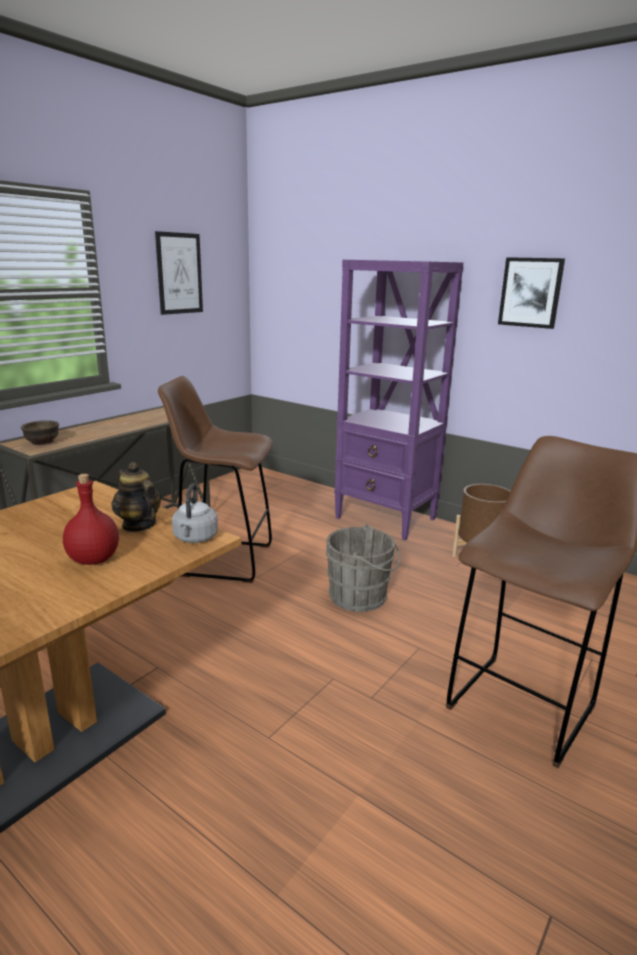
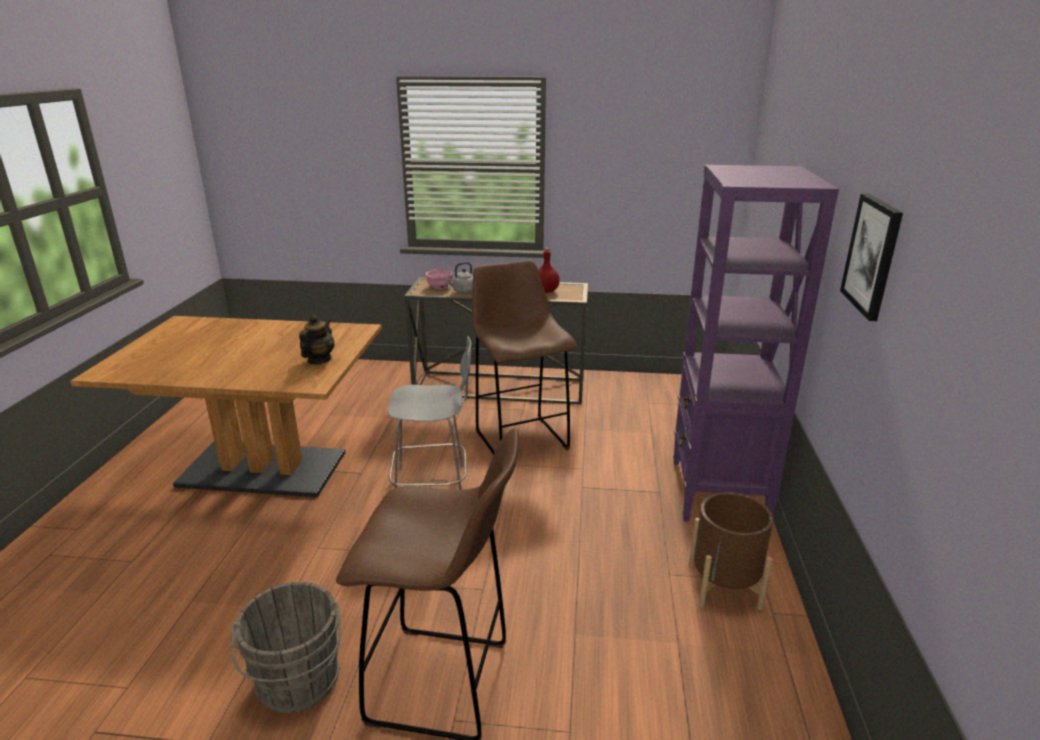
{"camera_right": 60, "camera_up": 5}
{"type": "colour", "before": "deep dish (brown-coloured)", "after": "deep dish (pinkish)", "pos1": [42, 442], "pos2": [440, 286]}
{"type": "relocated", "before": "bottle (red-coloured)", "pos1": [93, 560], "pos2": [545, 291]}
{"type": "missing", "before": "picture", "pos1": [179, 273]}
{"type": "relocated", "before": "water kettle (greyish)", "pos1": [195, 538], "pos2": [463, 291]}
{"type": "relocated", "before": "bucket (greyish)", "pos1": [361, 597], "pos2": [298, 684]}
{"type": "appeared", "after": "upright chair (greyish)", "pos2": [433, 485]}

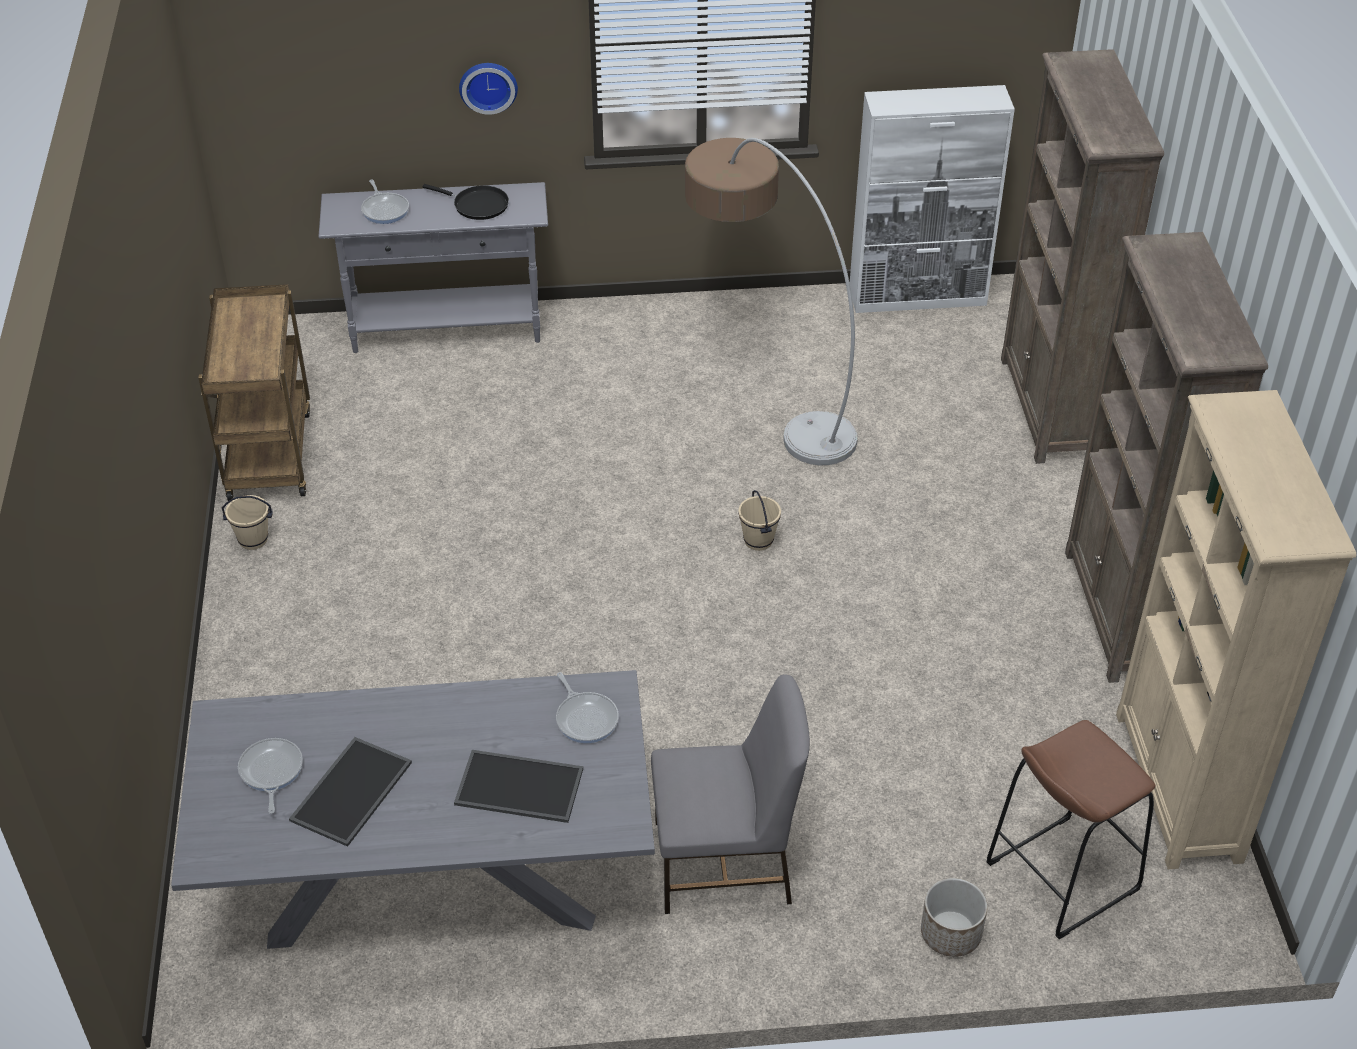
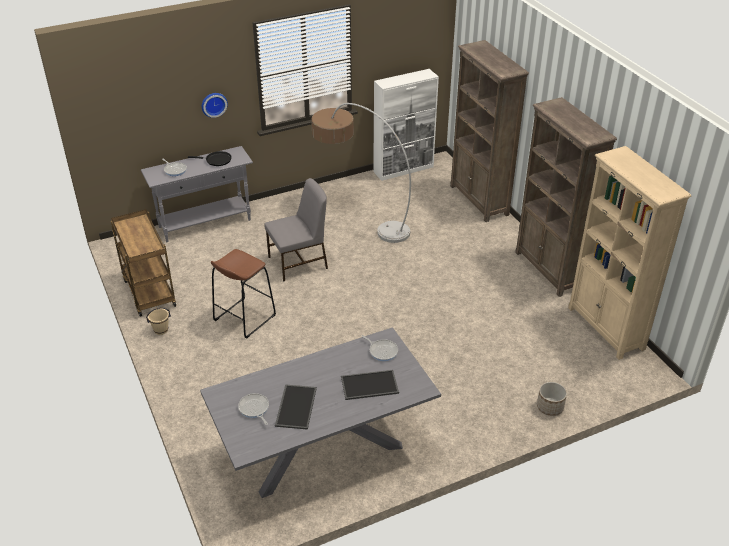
{"camera_right": -20, "camera_up": -5}
{"type": "relocated", "before": "upright chair (greyish)", "pos1": [725, 862], "pos2": [299, 262]}
{"type": "missing", "before": "bucket (beige-coloured)", "pos1": [759, 541]}
{"type": "relocated", "before": "sitting stool (brown-coloured)", "pos1": [1061, 876], "pos2": [244, 318]}

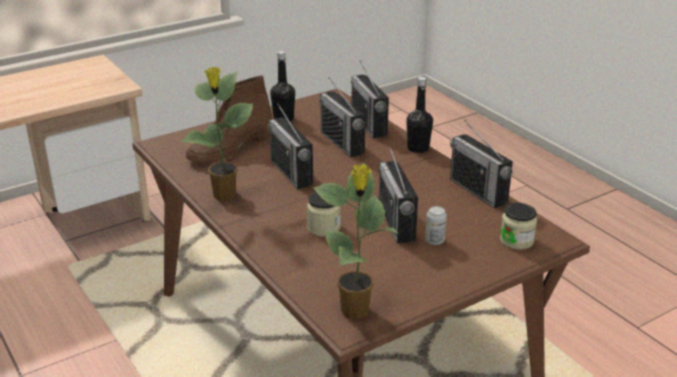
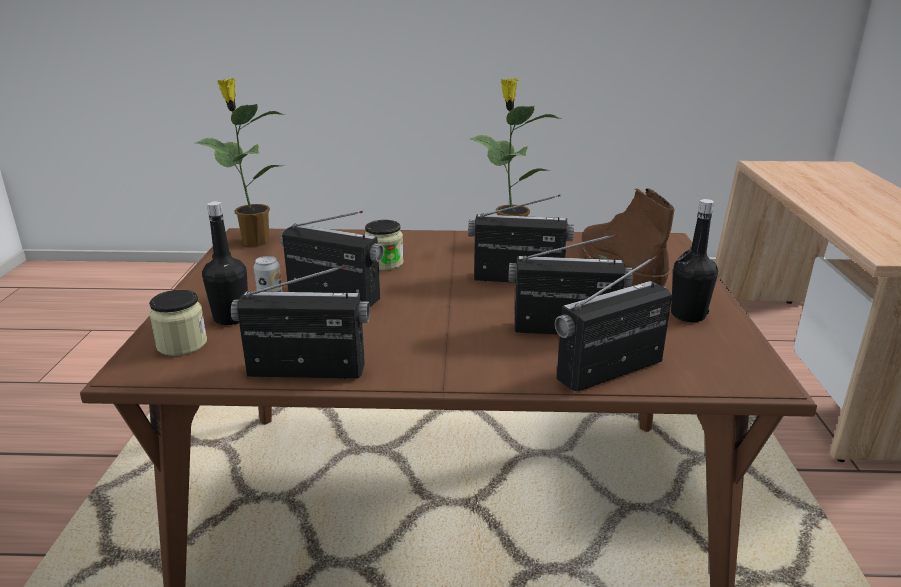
{"camera_right": 125, "camera_up": -5}
{"type": "spun", "before": "radio receiver", "pos1": [369, 124], "pos2": [610, 370], "turn": -45}
{"type": "relocated", "before": "bottle (black-coloured)", "pos1": [418, 148], "pos2": [231, 318]}

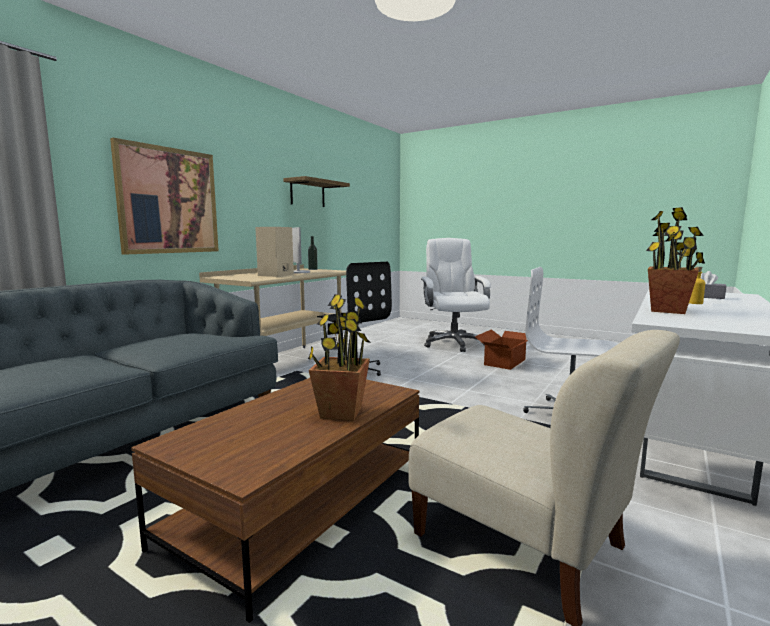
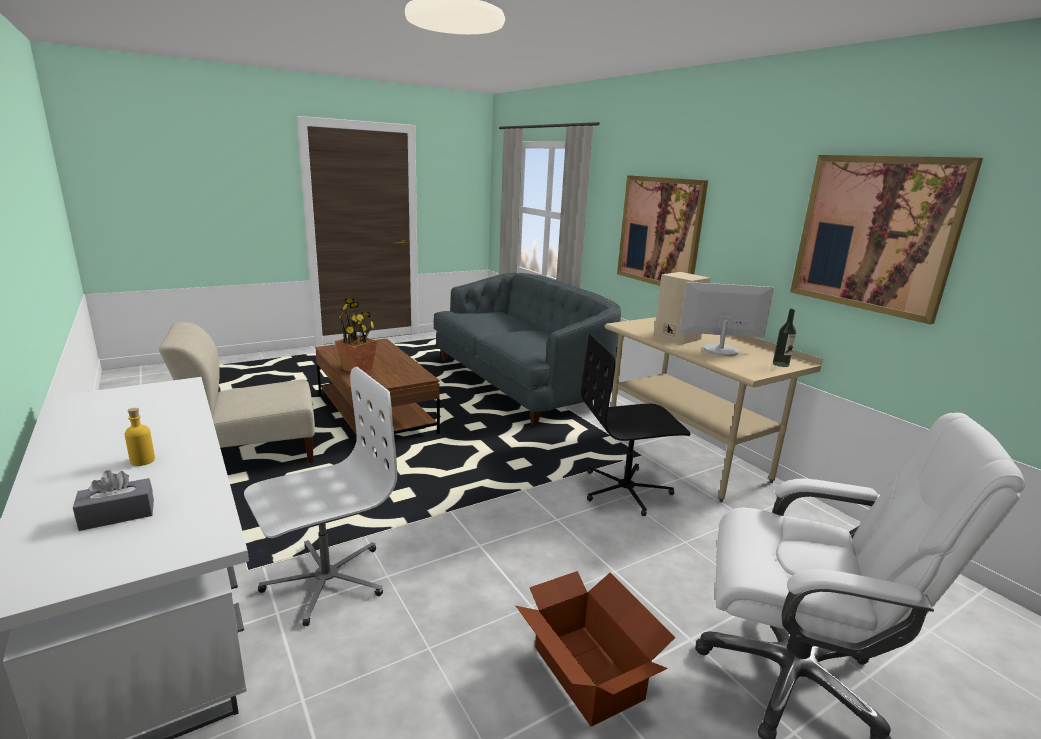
{"camera_right": 115, "camera_up": 10}
{"type": "exchanged", "before": "bracket shelf", "after": "picture", "pos1": [307, 193], "pos2": [875, 234]}
{"type": "missing", "before": "potted plant", "pos1": [668, 310]}

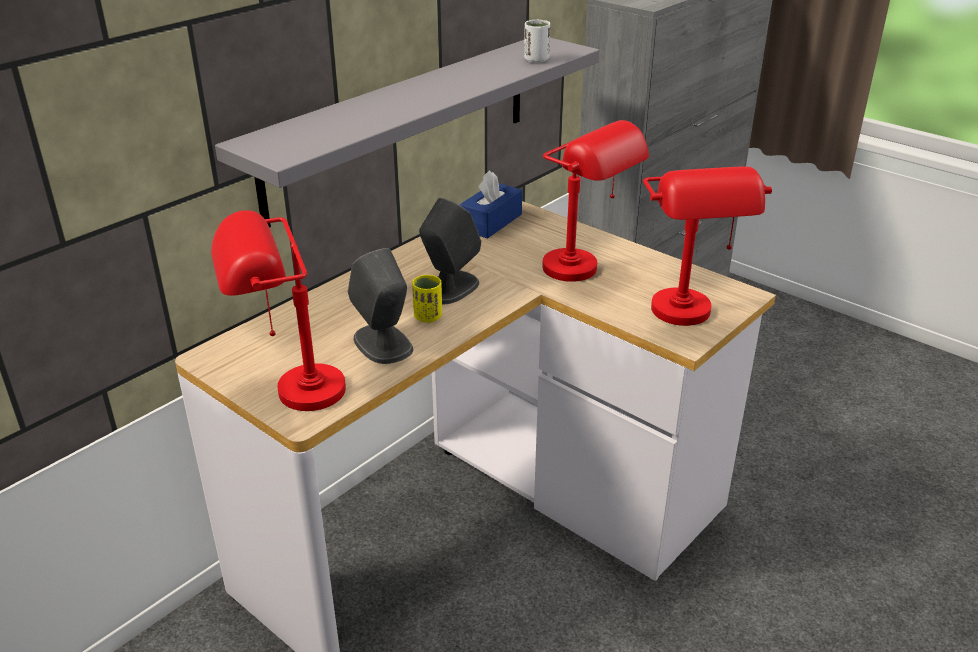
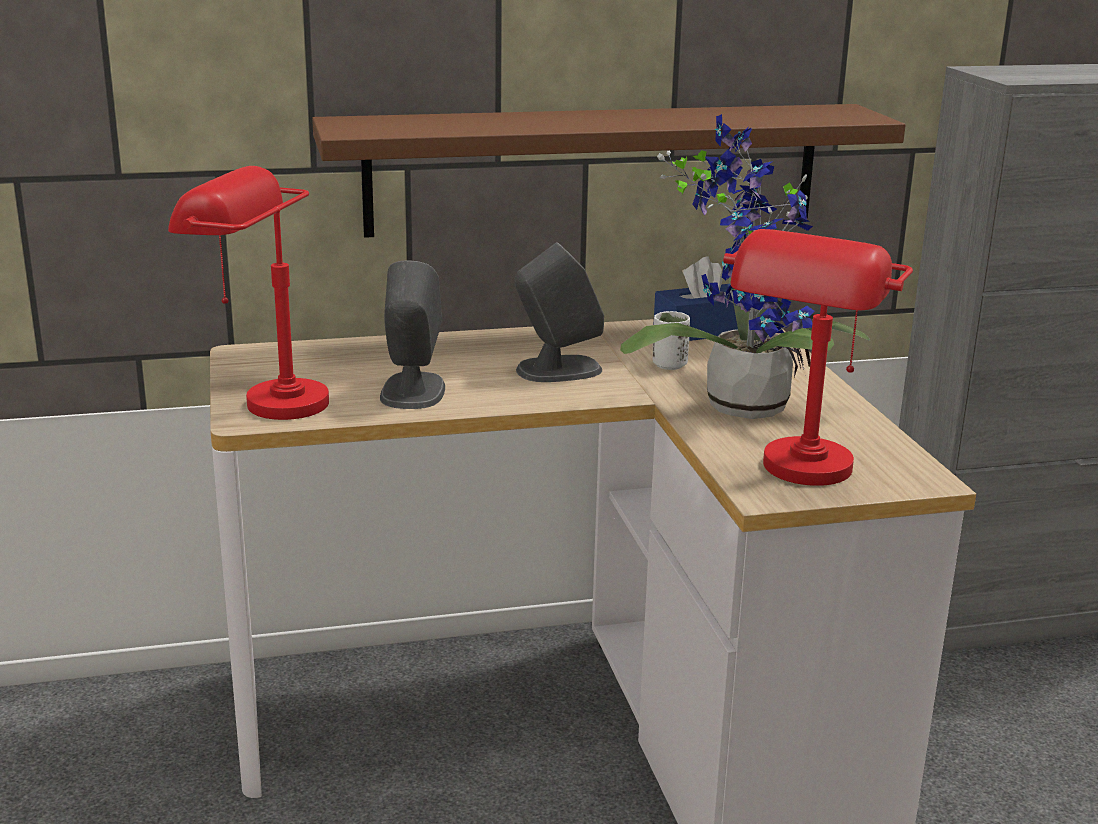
{"camera_right": 35, "camera_up": -10}
{"type": "colour", "before": "bracket shelf (greyish)", "after": "bracket shelf (brown-coloured)", "pos1": [402, 126], "pos2": [595, 169]}
{"type": "missing", "before": "small cup (yellow-coloured)", "pos1": [428, 317]}
{"type": "relocated", "before": "small cup (whitish)", "pos1": [536, 60], "pos2": [669, 365]}
{"type": "exchanged", "before": "tabletop lamp (red-coloured)", "after": "potted plant", "pos1": [586, 274], "pos2": [740, 402]}

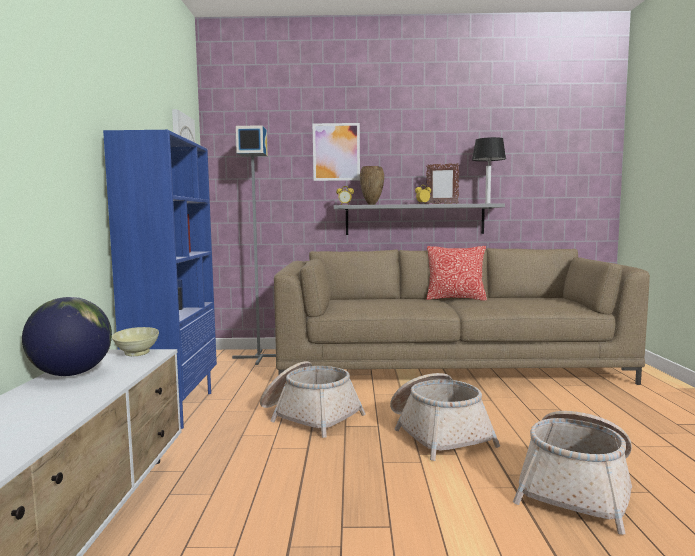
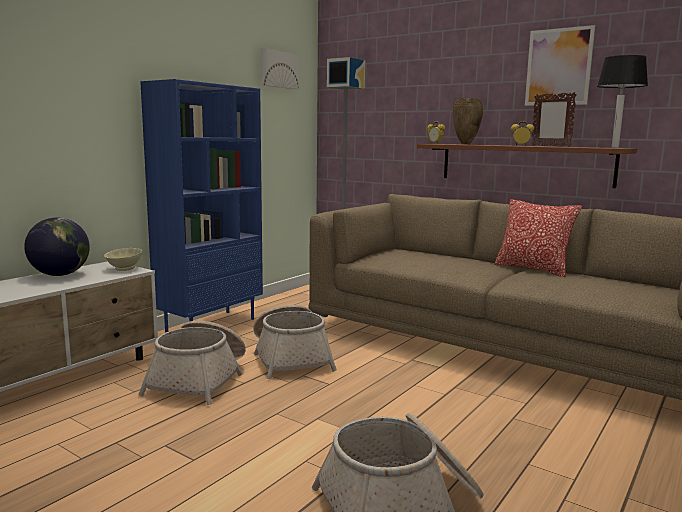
{"camera_right": 35, "camera_up": 5}
{"type": "relocated", "before": "picture", "pos1": [336, 152], "pos2": [558, 67]}
{"type": "colour", "before": "bracket shelf (greyish)", "after": "bracket shelf (brown-coloured)", "pos1": [414, 219], "pos2": [524, 164]}
{"type": "relocated", "before": "household basket", "pos1": [438, 433], "pos2": [200, 379]}

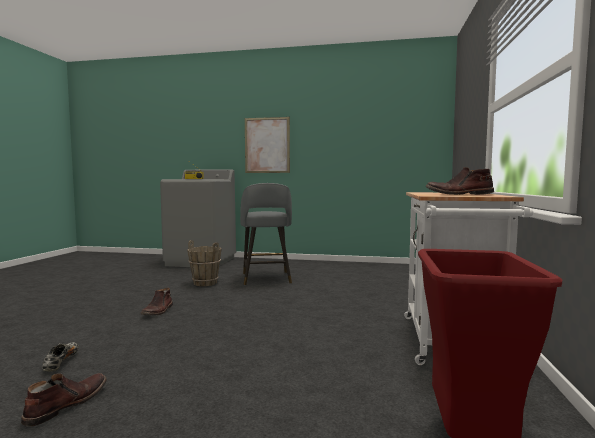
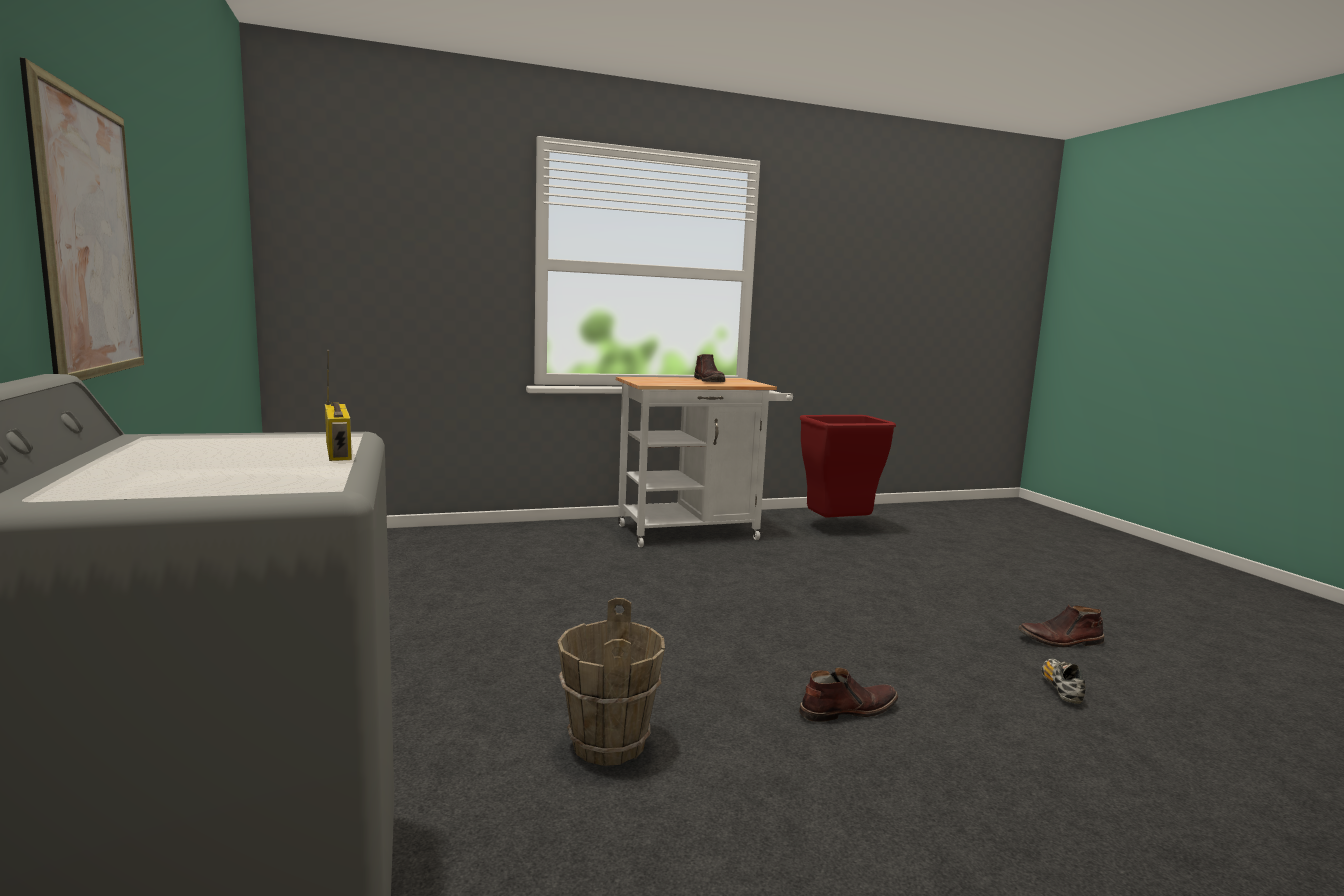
{"camera_right": -120, "camera_up": 5}
{"type": "spun", "before": "low shoe", "pos1": [61, 362], "pos2": [1061, 689], "turn": 135}
{"type": "missing", "before": "sitting stool (greyish)", "pos1": [266, 279]}

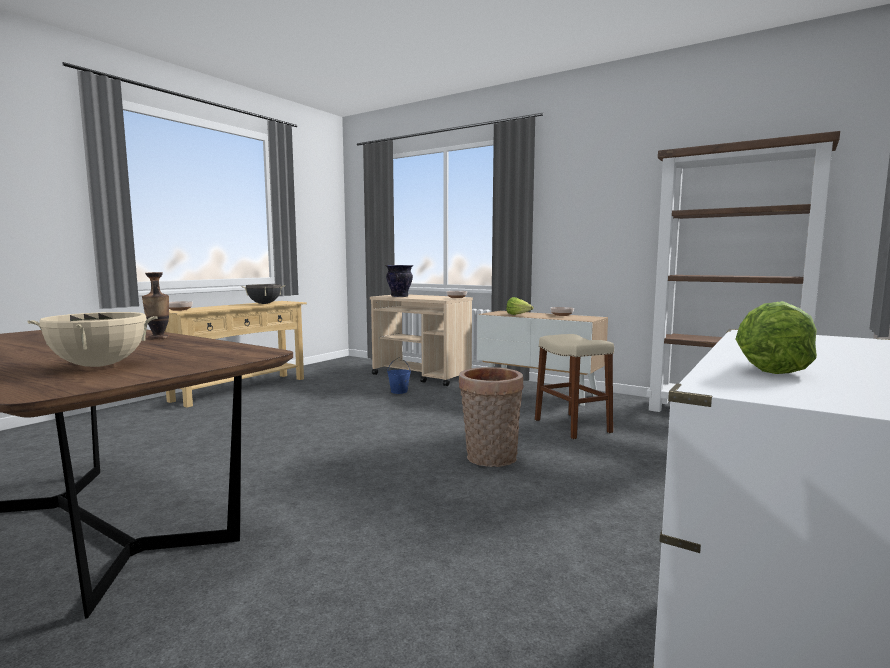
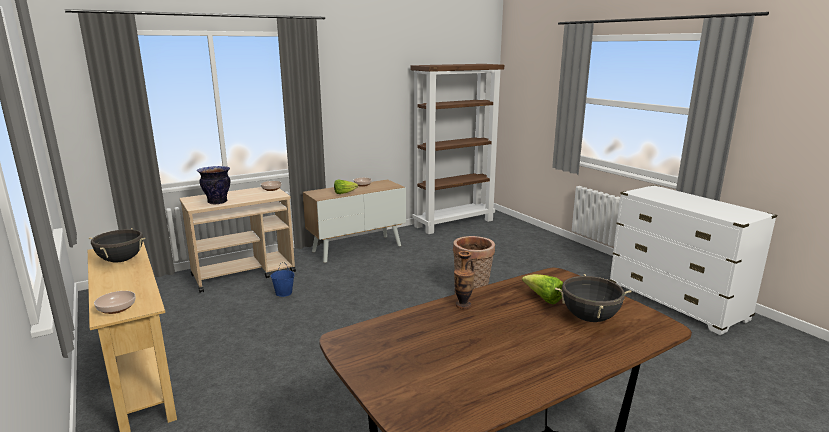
{"camera_right": -65, "camera_up": 10}
{"type": "colour", "before": "saucepot (beige-coloured)", "after": "saucepot (black-coloured)", "pos1": [99, 366], "pos2": [589, 318]}
{"type": "missing", "before": "sitting stool (beige-coloured)", "pos1": [572, 426]}
{"type": "relocated", "before": "lettuce head", "pos1": [771, 368], "pos2": [543, 299]}

